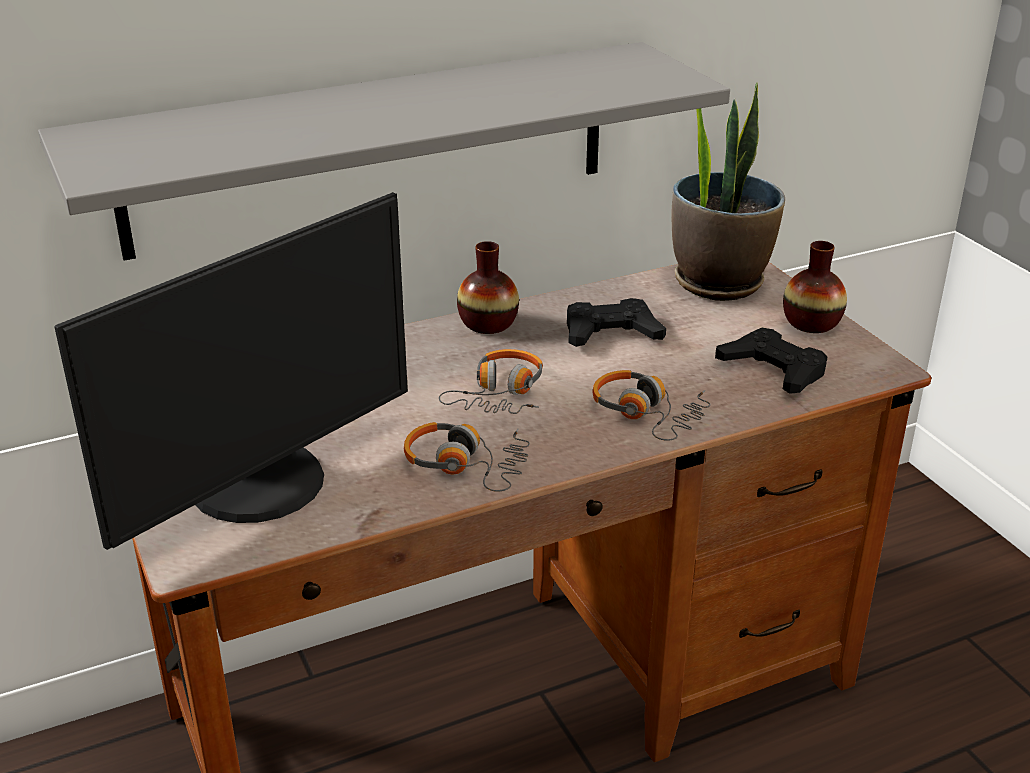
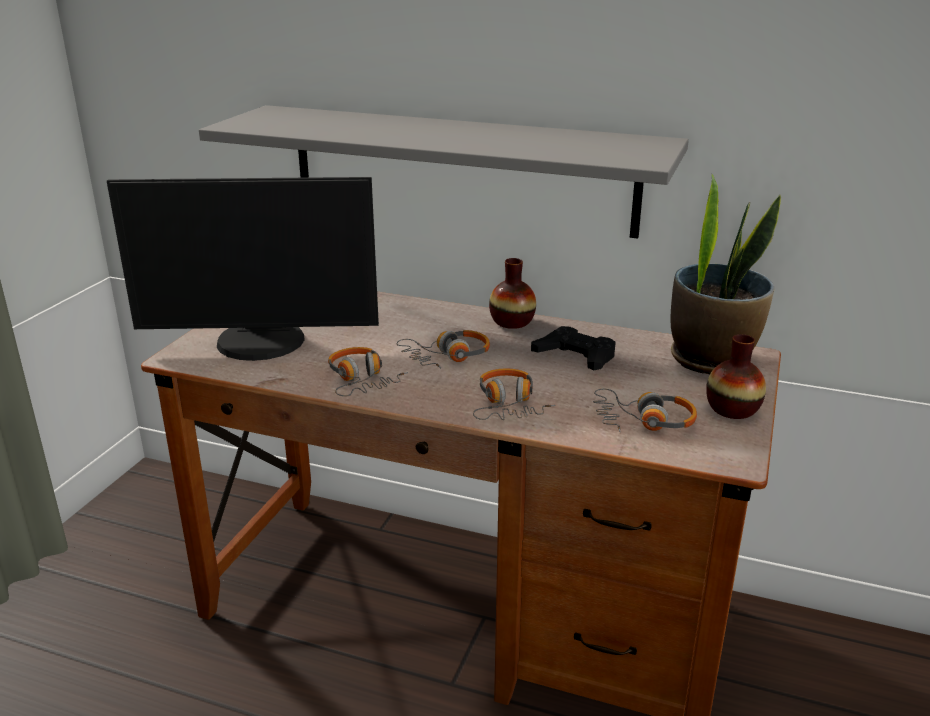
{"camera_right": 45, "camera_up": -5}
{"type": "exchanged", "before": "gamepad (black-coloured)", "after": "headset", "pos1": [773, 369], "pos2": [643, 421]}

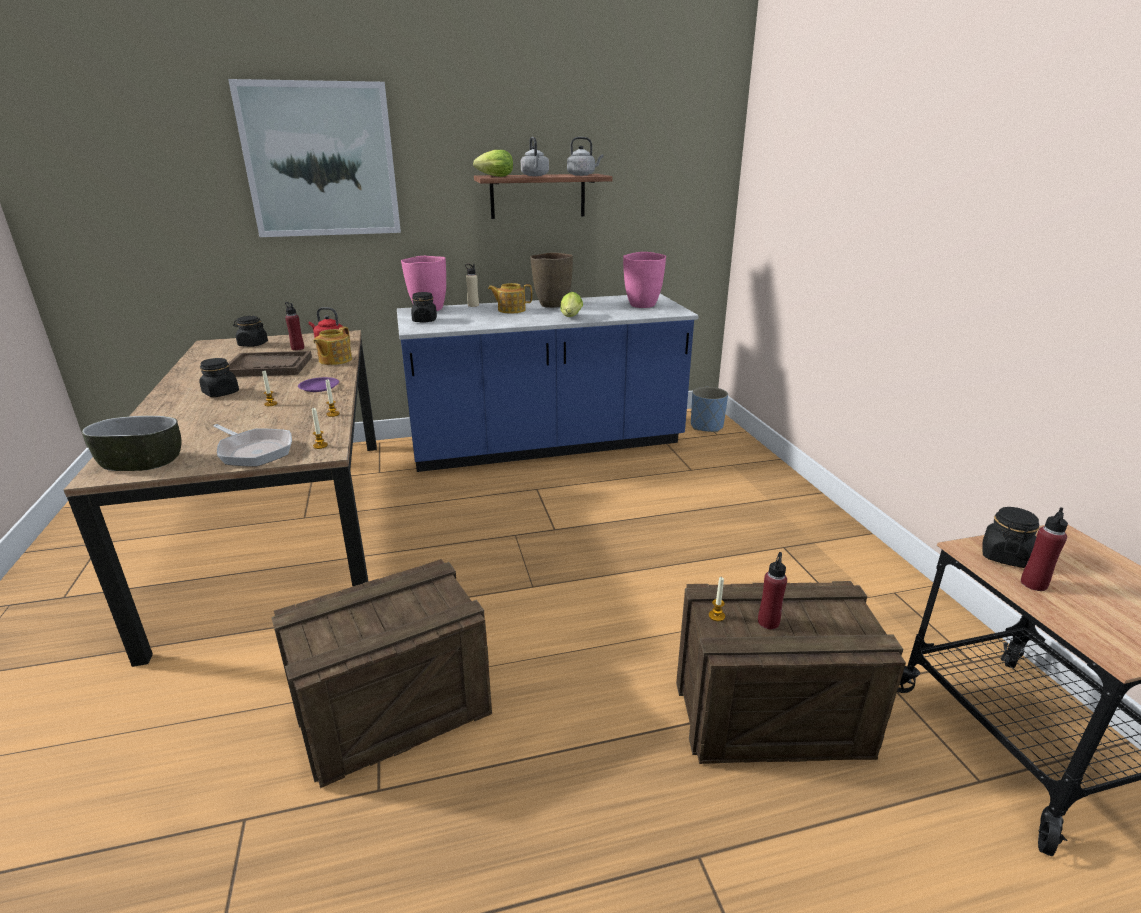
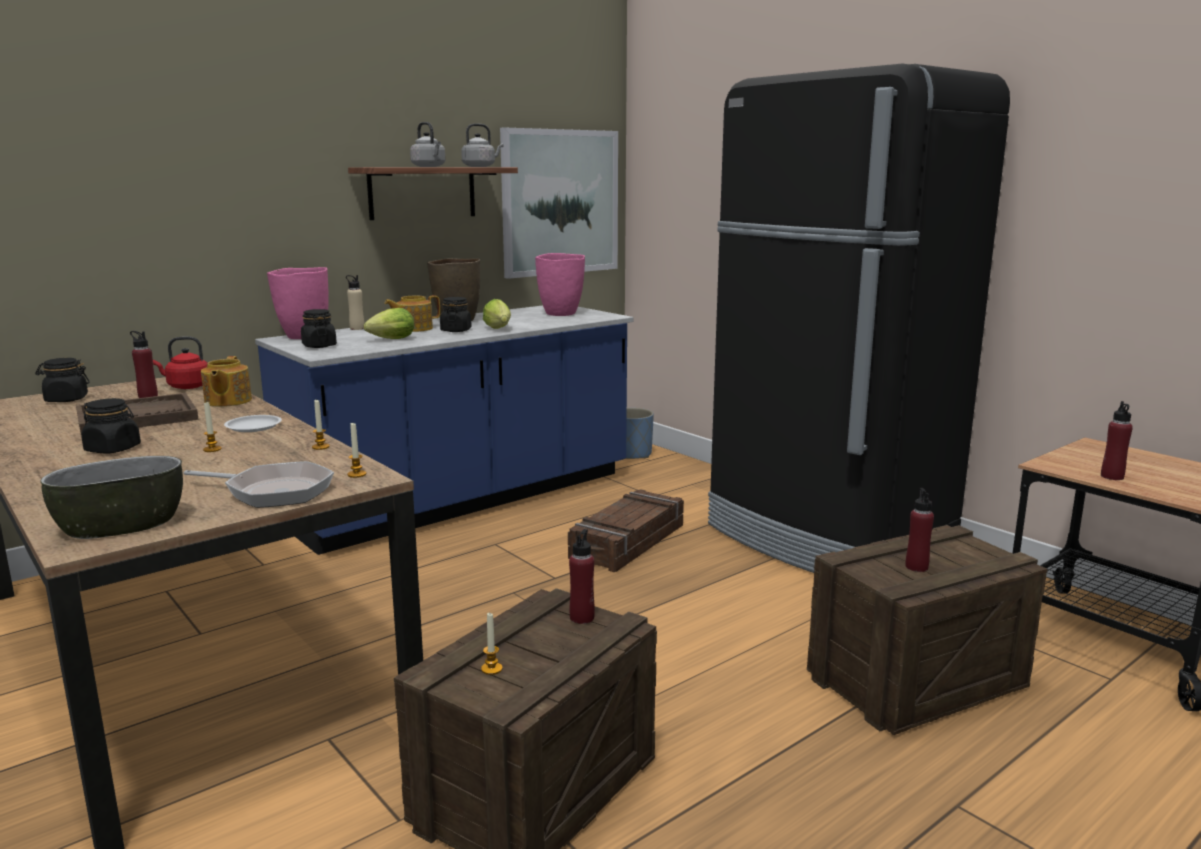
{"camera_right": -25, "camera_up": -10}
{"type": "relocated", "before": "picture", "pos1": [321, 161], "pos2": [560, 202]}
{"type": "colour", "before": "plate (purplish)", "after": "plate (whitish)", "pos1": [319, 387], "pos2": [253, 427]}
{"type": "relocated", "before": "lettuce head", "pos1": [493, 176], "pos2": [389, 339]}
{"type": "relocated", "before": "candle", "pos1": [716, 616], "pos2": [491, 669]}
{"type": "relocated", "before": "storage jar (black-coloured)", "pos1": [1004, 556], "pos2": [456, 330]}
{"type": "appeared", "after": "packing crate", "pos2": [629, 542]}
{"type": "appeared", "after": "bottle (red-coloured)", "pos2": [582, 617]}
{"type": "appeared", "after": "refrigerator (black-coloured)", "pos2": [827, 538]}

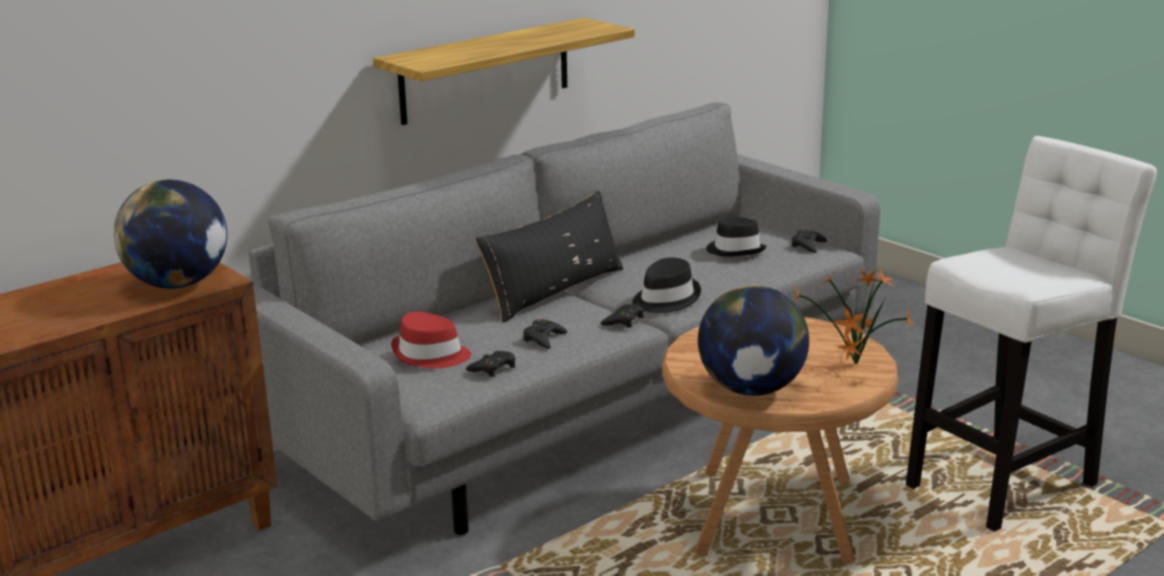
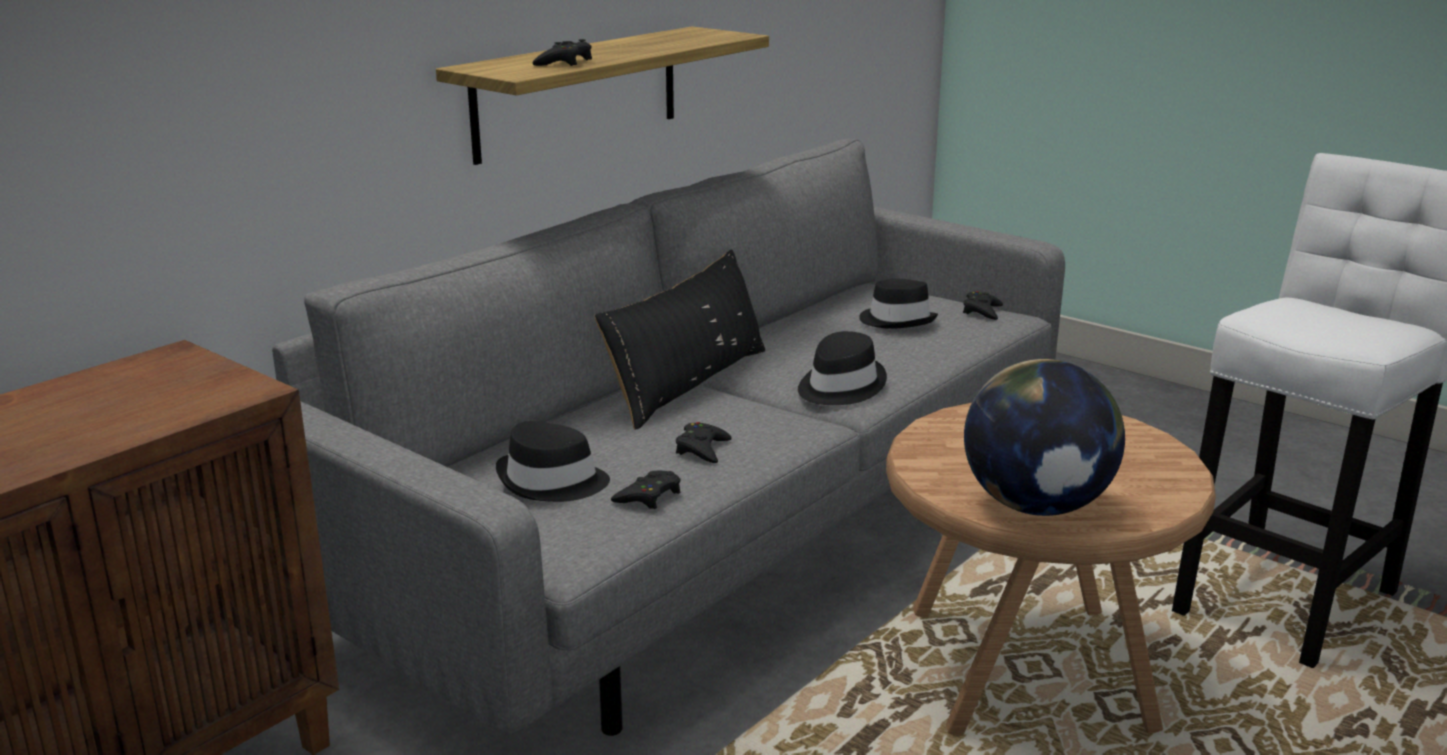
{"camera_right": -10, "camera_up": 0}
{"type": "missing", "before": "world globe", "pos1": [178, 284]}
{"type": "colour", "before": "wearable hat (red-coloured)", "after": "wearable hat (black-coloured)", "pos1": [430, 355], "pos2": [552, 482]}
{"type": "relocated", "before": "gamepad (black-coloured)", "pos1": [623, 320], "pos2": [564, 62]}
{"type": "missing", "before": "potted plant", "pos1": [854, 366]}

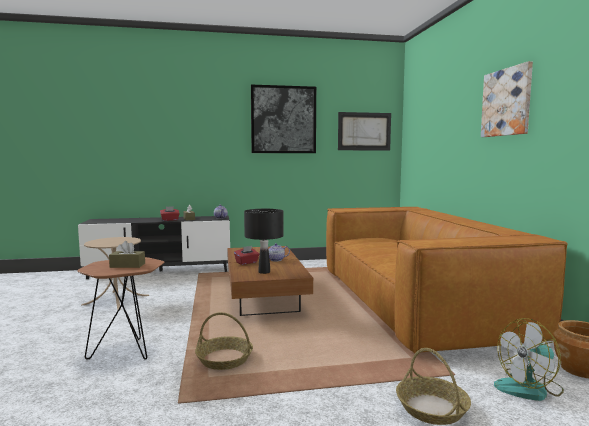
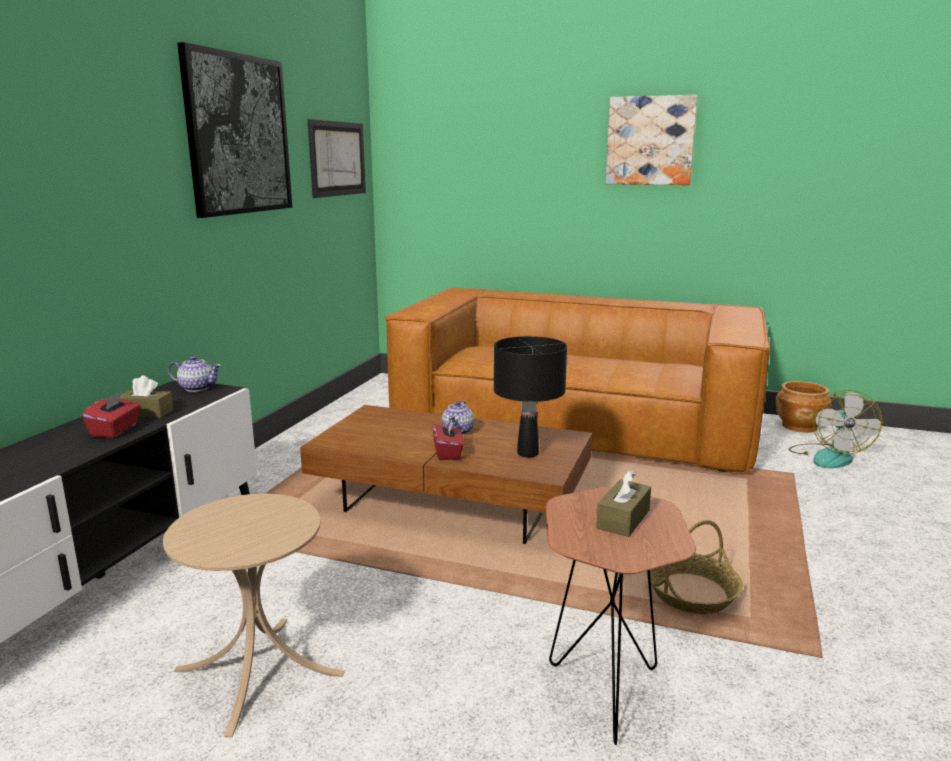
{"camera_right": -60, "camera_up": 10}
{"type": "missing", "before": "household basket", "pos1": [431, 408]}

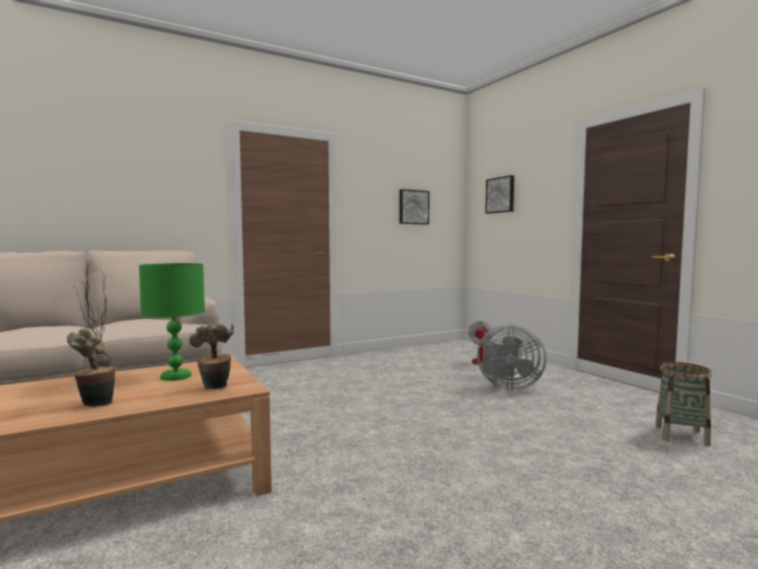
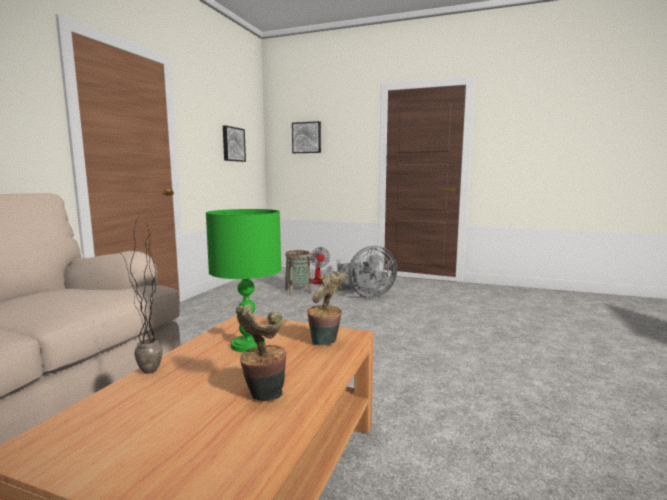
{"camera_right": -40, "camera_up": 5}
{"type": "relocated", "before": "household basket", "pos1": [681, 435], "pos2": [298, 291]}

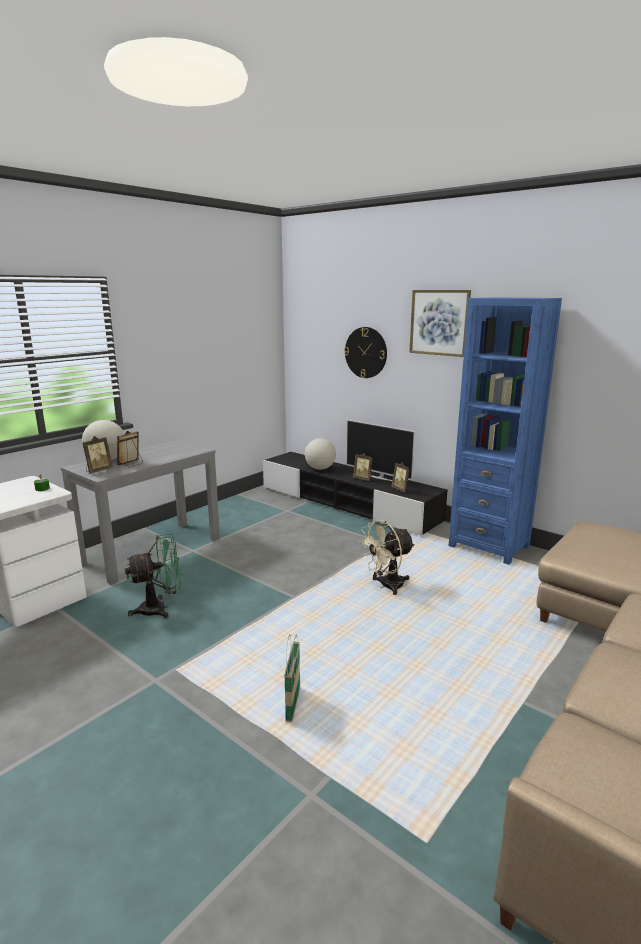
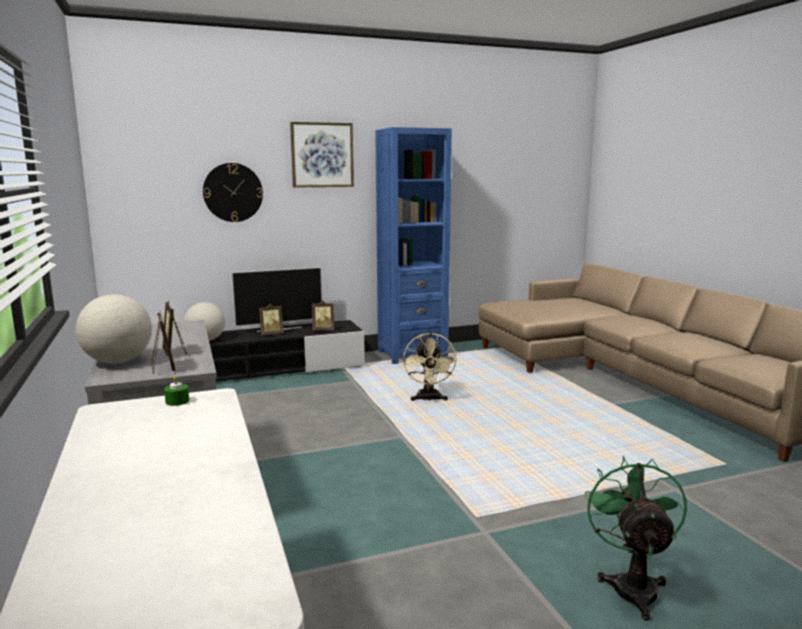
{"camera_right": -60, "camera_up": -5}
{"type": "relocated", "before": "fan (greenish)", "pos1": [160, 608], "pos2": [632, 585]}
{"type": "missing", "before": "household basket", "pos1": [293, 705]}

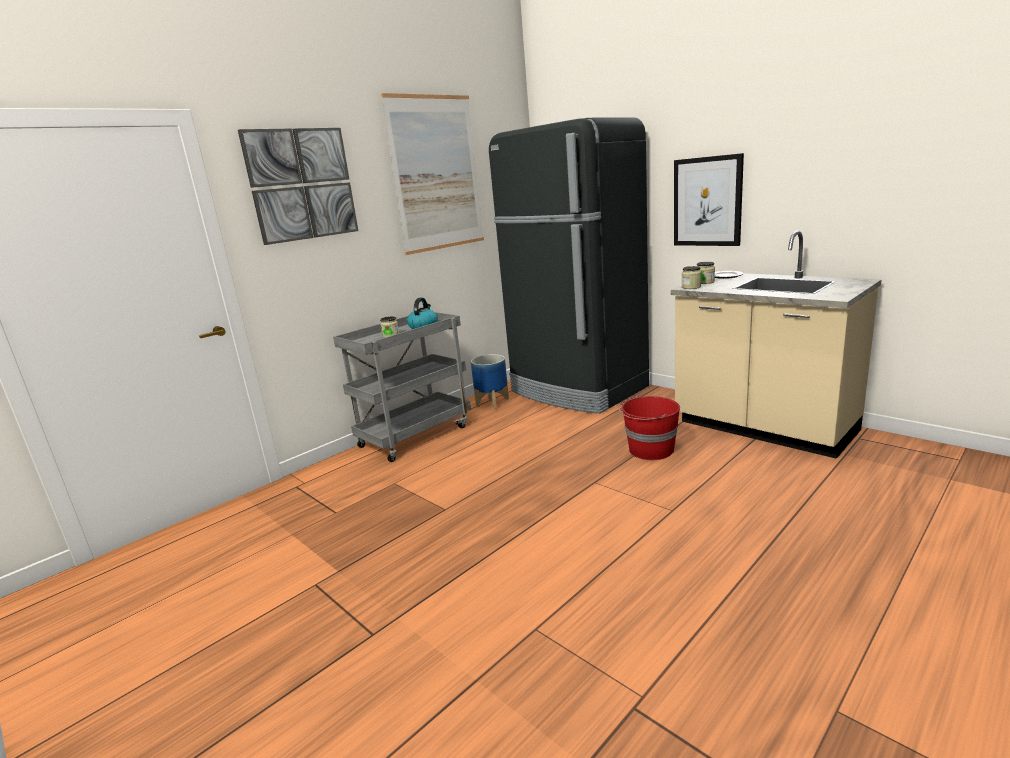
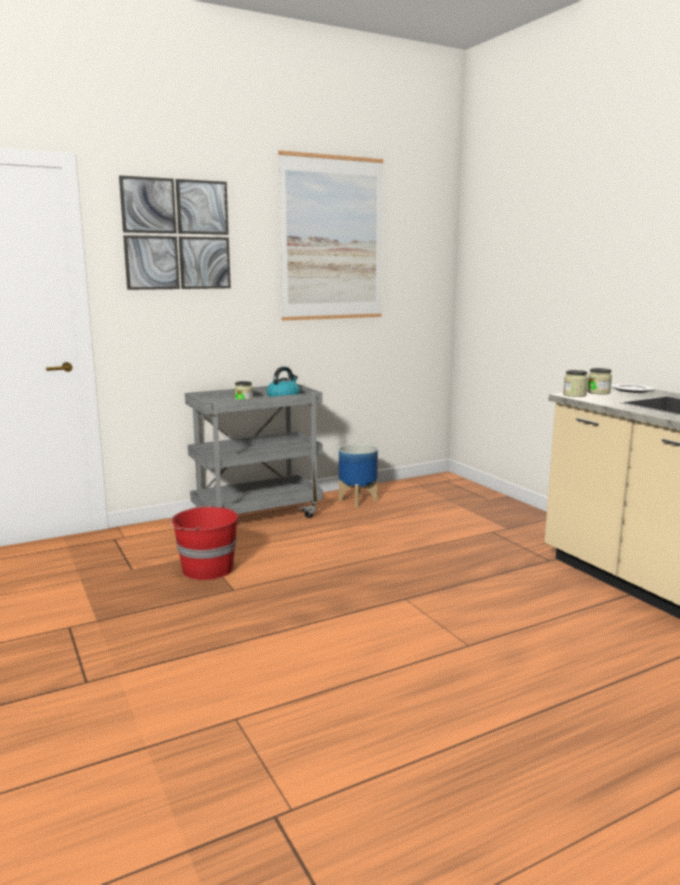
{"camera_right": 15, "camera_up": -5}
{"type": "missing", "before": "refrigerator (black-coloured)", "pos1": [578, 390]}
{"type": "relocated", "before": "bucket (red-coloured)", "pos1": [650, 450], "pos2": [206, 569]}
{"type": "missing", "before": "picture", "pos1": [707, 202]}

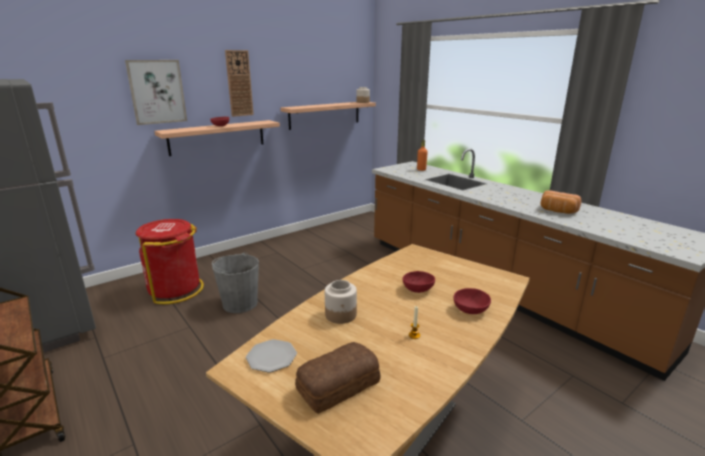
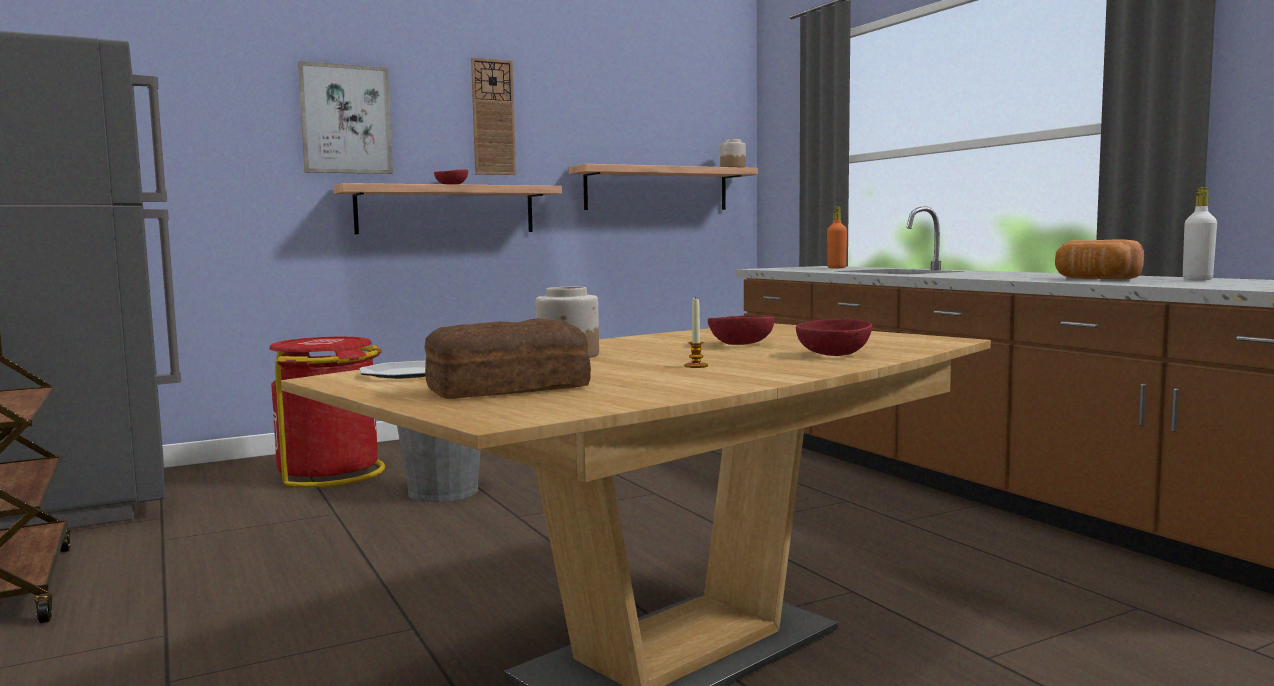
{"camera_right": 10, "camera_up": -15}
{"type": "appeared", "after": "bottle (whitish)", "pos2": [1197, 279]}

